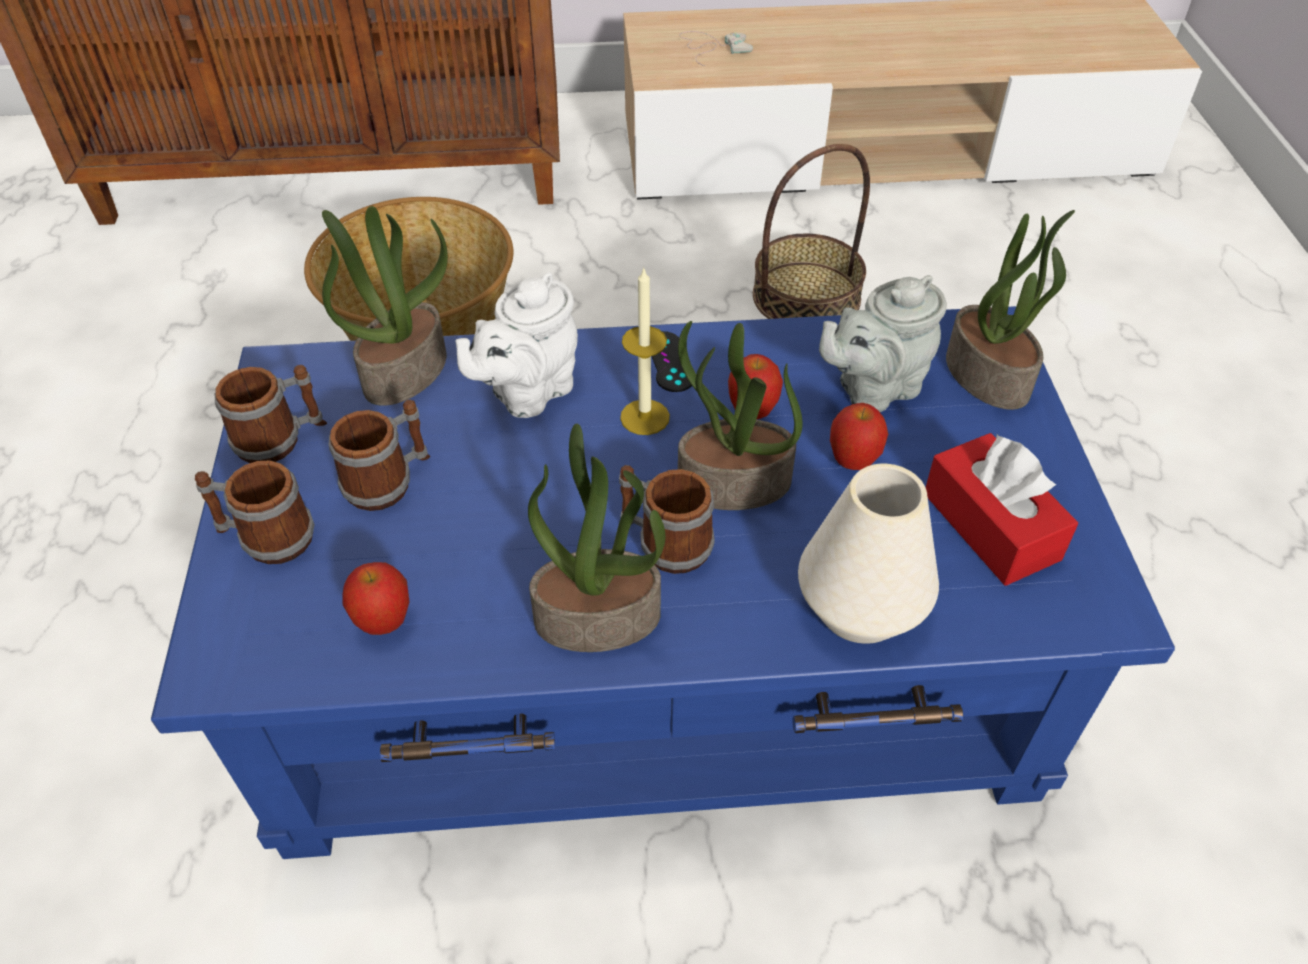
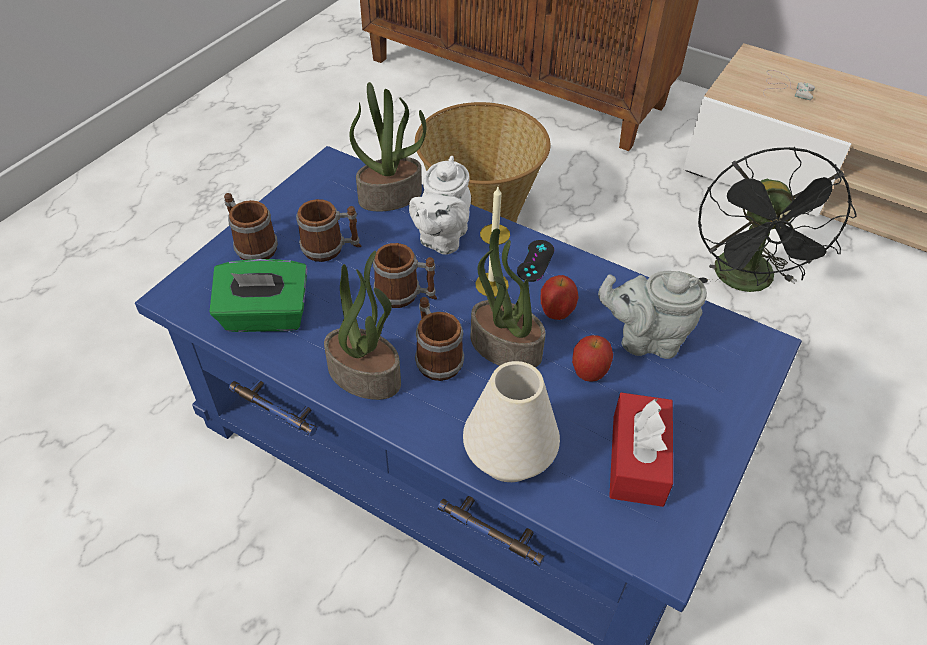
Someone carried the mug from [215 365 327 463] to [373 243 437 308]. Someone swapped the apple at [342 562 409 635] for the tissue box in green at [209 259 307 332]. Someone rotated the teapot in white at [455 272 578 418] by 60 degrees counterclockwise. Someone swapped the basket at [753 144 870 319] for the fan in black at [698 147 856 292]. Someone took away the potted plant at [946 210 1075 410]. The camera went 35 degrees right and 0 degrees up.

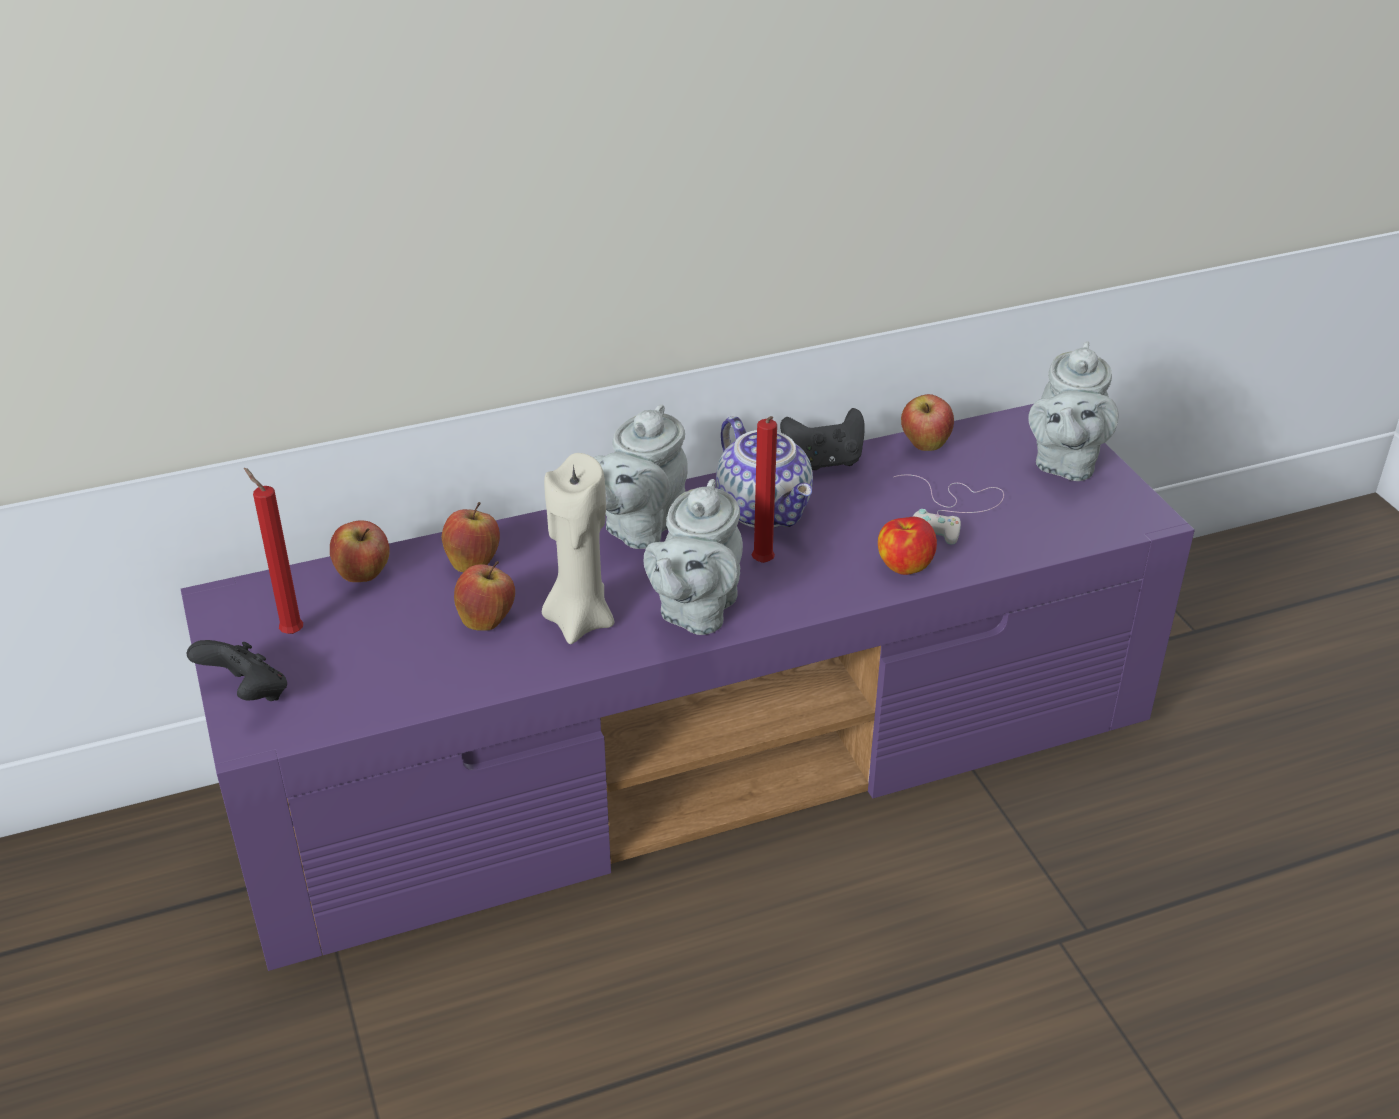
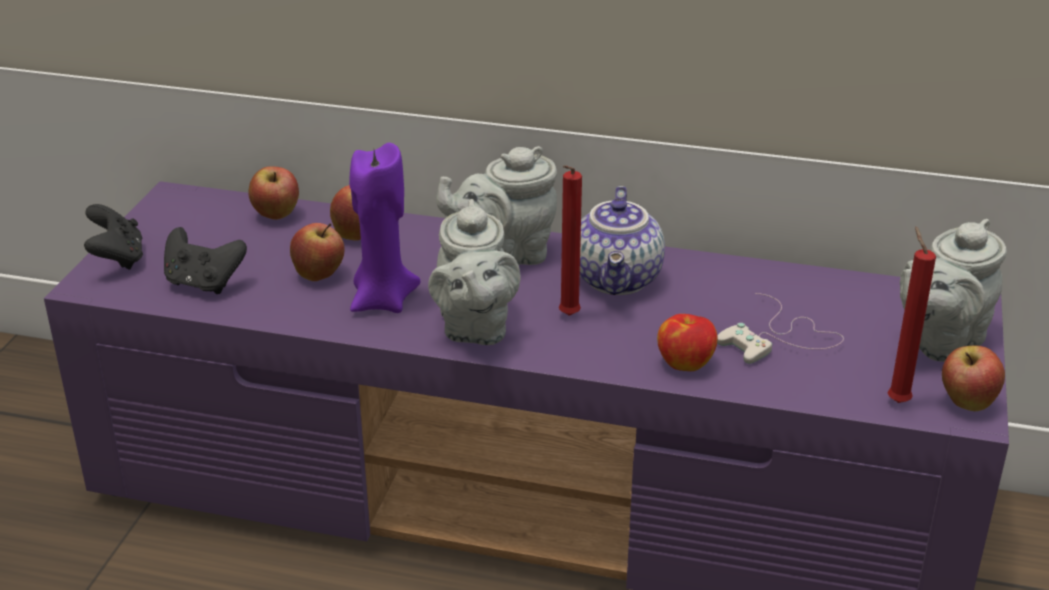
Someone carried the candle in red from [244 468 303 634] to [888 226 936 403]. Someone repainted the candle in beige at [542 453 614 644], which became the candle in purple at [349 143 420 313]. Someone rotated the teapot in grey at [644 479 743 635] by 60 degrees counterclockwise. Someone carried the game controller in black from [780 408 865 470] to [164 227 247 294]. Someone carried the apple from [901 394 954 451] to [942 345 1005 411]. The camera went 35 degrees right and 5 degrees down.

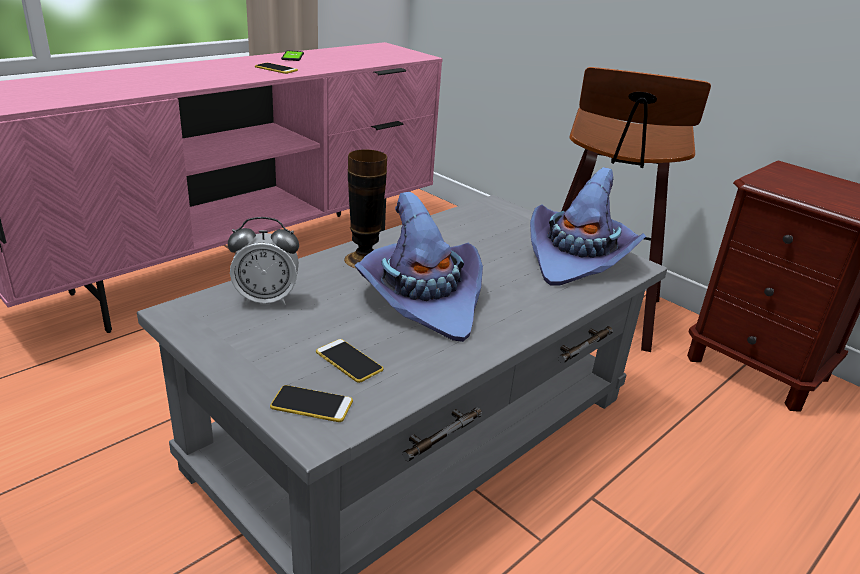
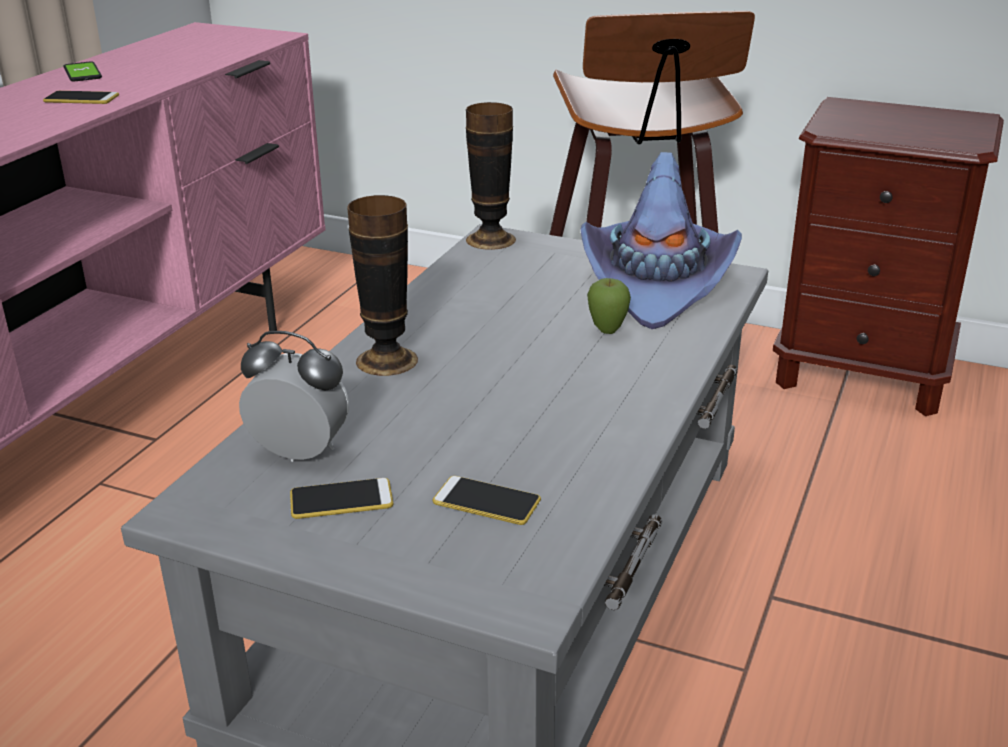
Someone rotated the alarm clock at [228 217 299 305] by 135 degrees counterclockwise. Someone carried the phone from [270 385 353 422] to [290 478 393 519]. Someone took away the hat in purple at [354 192 483 342]. Someone put down the vase at [466 102 516 250]. Someone put down the apple at [587 278 631 334]. The camera went 20 degrees left and 0 degrees up.

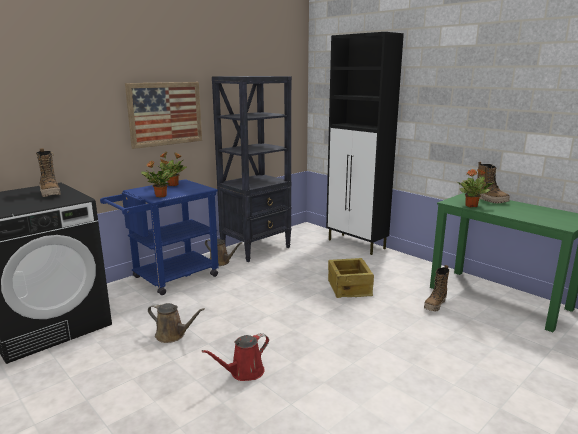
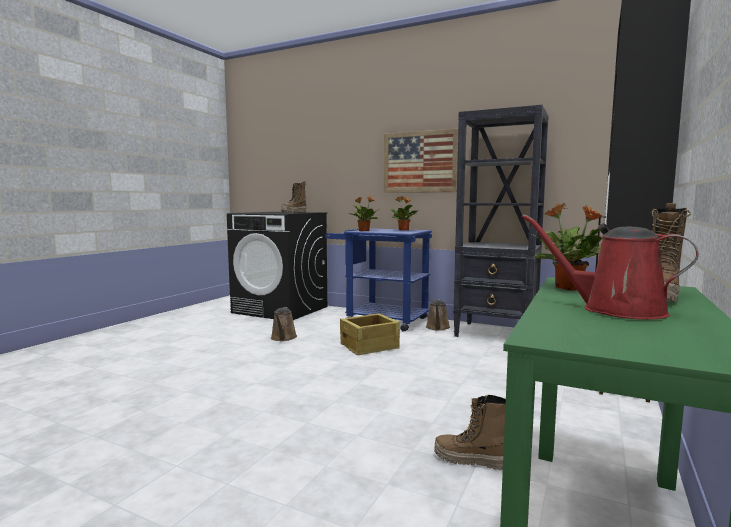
Someone carried the watering can in red from [202 333 269 381] to [522 214 699 319]. Someone carried the crate from [328 258 374 298] to [340 313 400 356]. The camera went 70 degrees right and 10 degrees down.

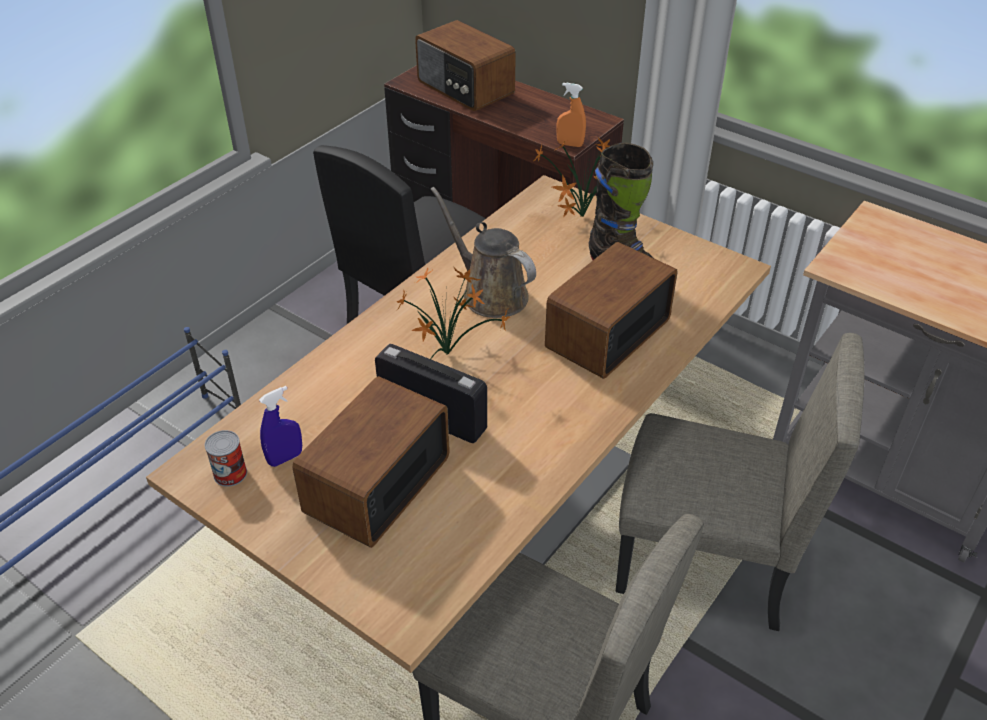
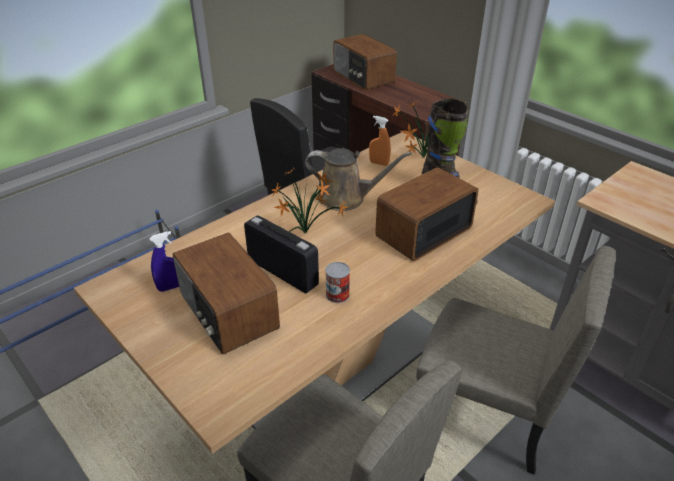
Someone carried the can from [205 430 247 487] to [325 262 350 303]. Someone rotated the radio at [292 376 450 548] by 75 degrees counterclockwise. Someone rotated the watering can in brown at [430 187 536 318] by 135 degrees clockwise. Someone carried the spray bottle in orange from [556 83 586 147] to [369 116 391 166]. The camera went 10 degrees right and 5 degrees down.

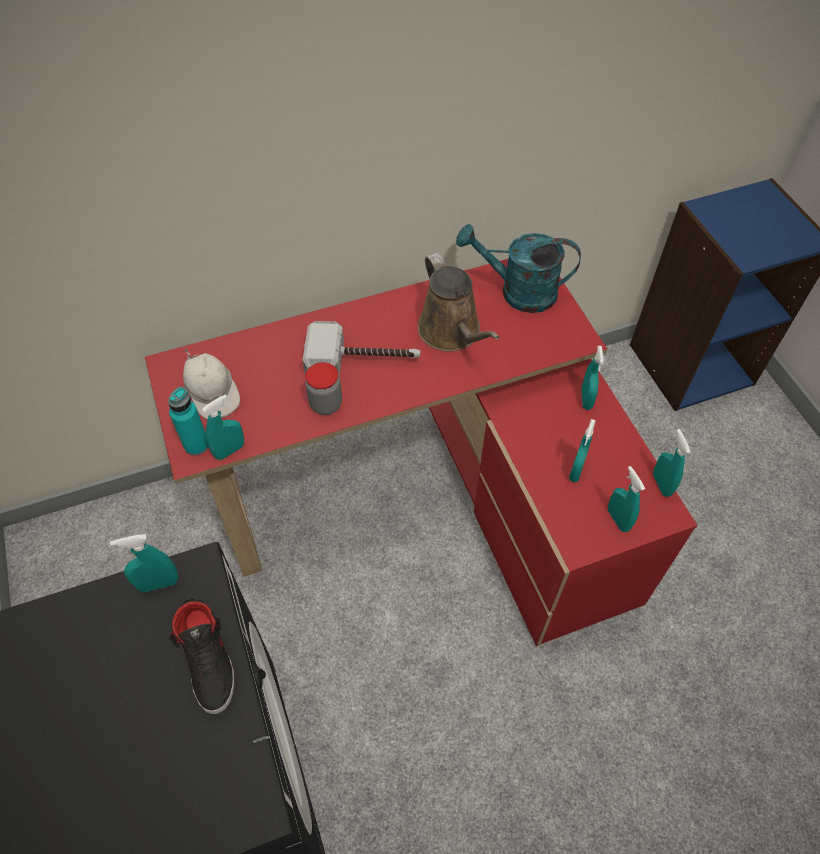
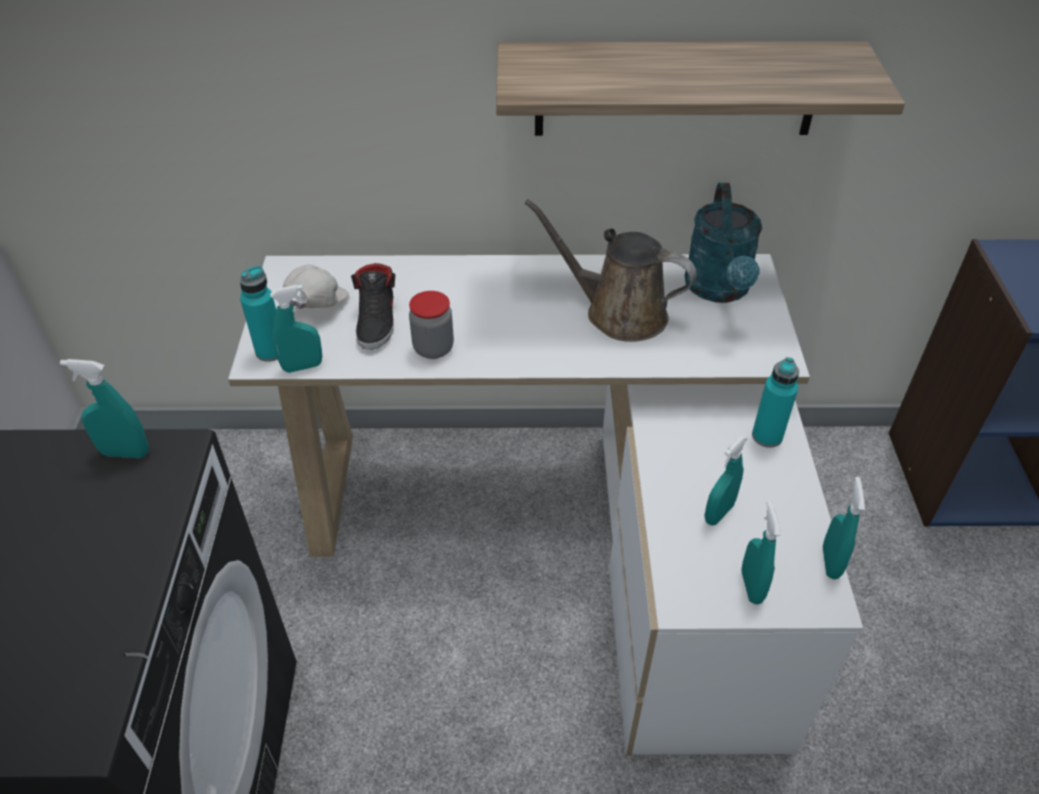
Someone repainted the desk in red at [145 259 698 647], which became the desk in white at [228 254 863 756]. Someone carried the shoe in black from [169 599 235 714] to [351 263 395 350]. Someone rotated the cap in white at [183 348 240 420] by 150 degrees counterclockwise. Someone took away the hammer at [303 321 420 375]. Someone rotated the watering can in brown at [418 253 499 352] by 120 degrees clockwise. Someone rotated the watering can in turquoise at [456 224 581 313] by 120 degrees counterclockwise. Someone swapped the spray bottle in turquoise at [581 346 604 410] for the bottle in turquoise at [752 357 799 448]. Someone put up the shelf at [496 41 905 136]. The camera went 20 degrees right and 10 degrees down.

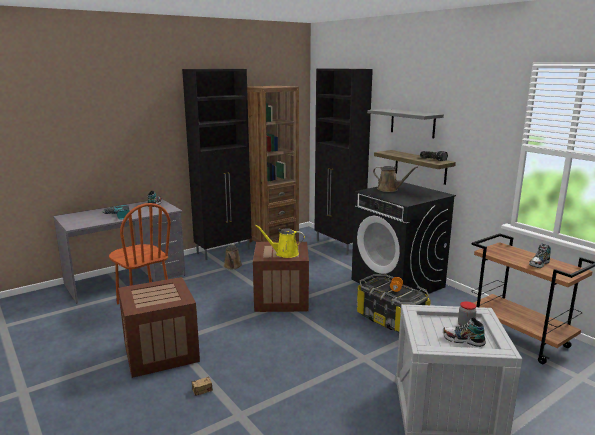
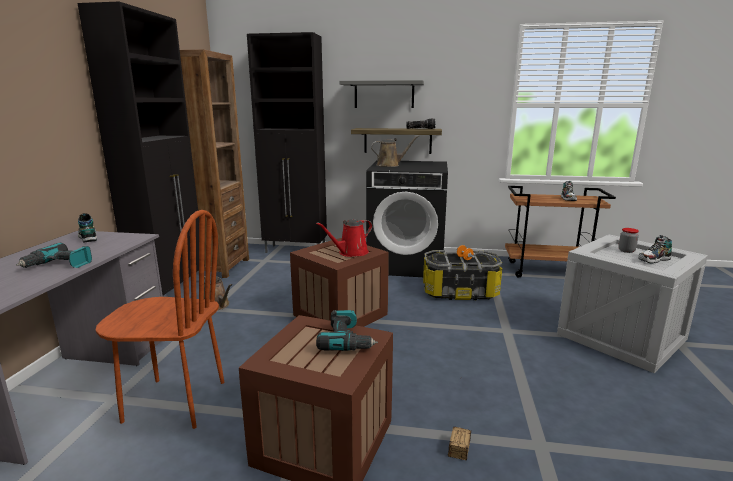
Someone repainted the watering can in yellow at [255 225 305 258], which became the watering can in red at [316 219 372 257]. Someone put down the power drill at [316 310 378 351]. The camera went 45 degrees left and 0 degrees up.

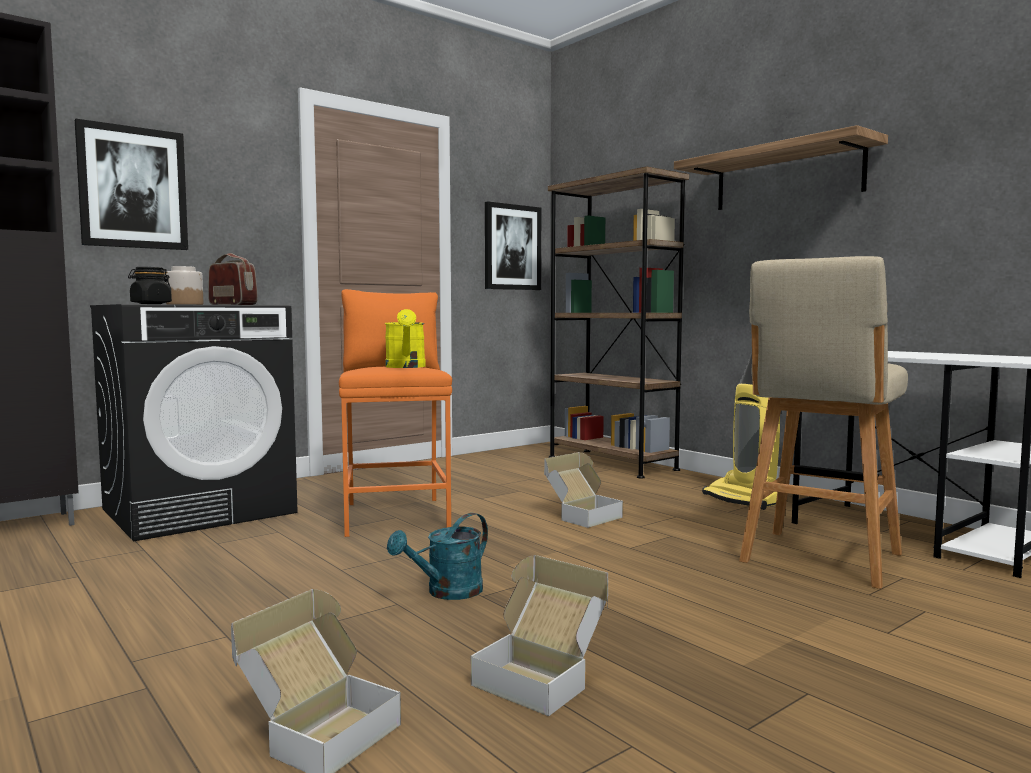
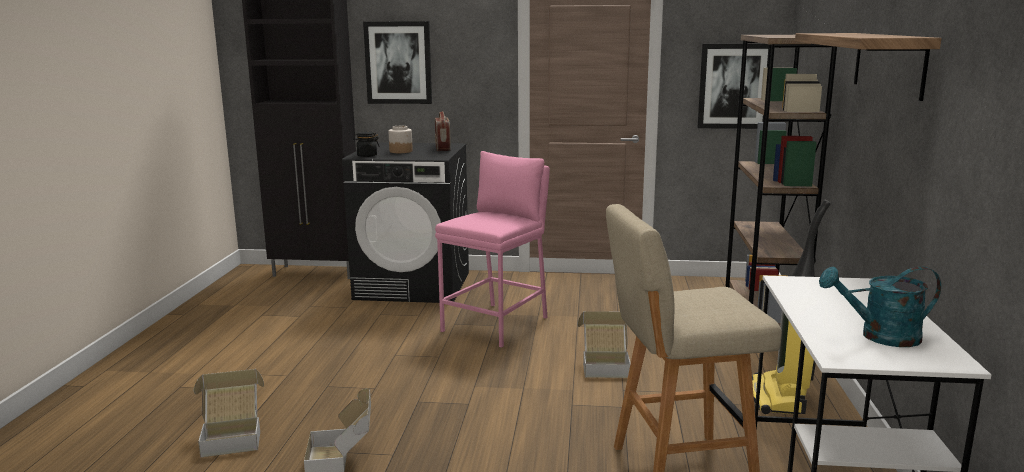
Someone repainted the stool in orange at [339 289 452 537], which became the stool in pink at [435 151 550 348]. Someone took away the watering can in yellow at [385 309 426 368]. Someone carried the watering can in turquoise from [387 513 488 600] to [819 267 941 347]. The camera went 45 degrees right and 10 degrees up.

